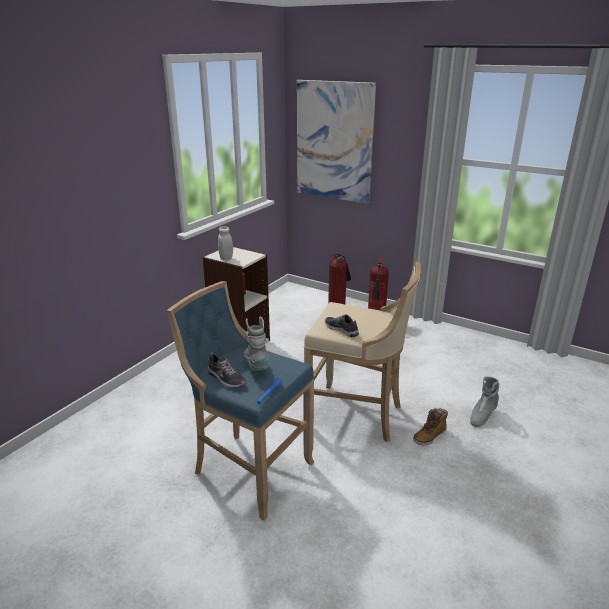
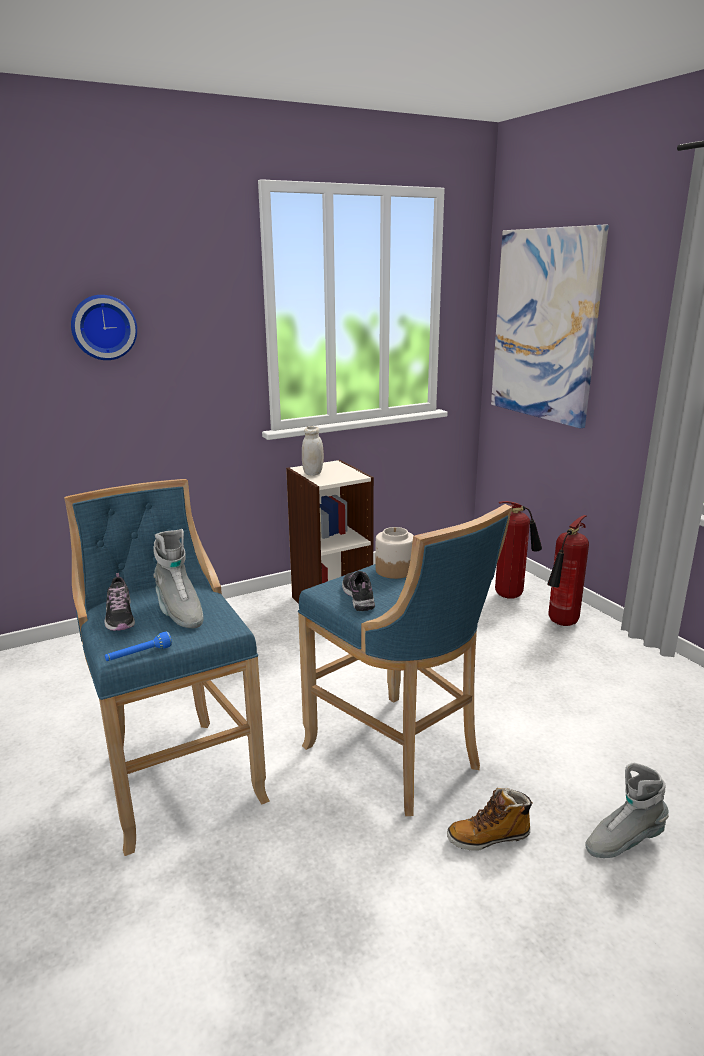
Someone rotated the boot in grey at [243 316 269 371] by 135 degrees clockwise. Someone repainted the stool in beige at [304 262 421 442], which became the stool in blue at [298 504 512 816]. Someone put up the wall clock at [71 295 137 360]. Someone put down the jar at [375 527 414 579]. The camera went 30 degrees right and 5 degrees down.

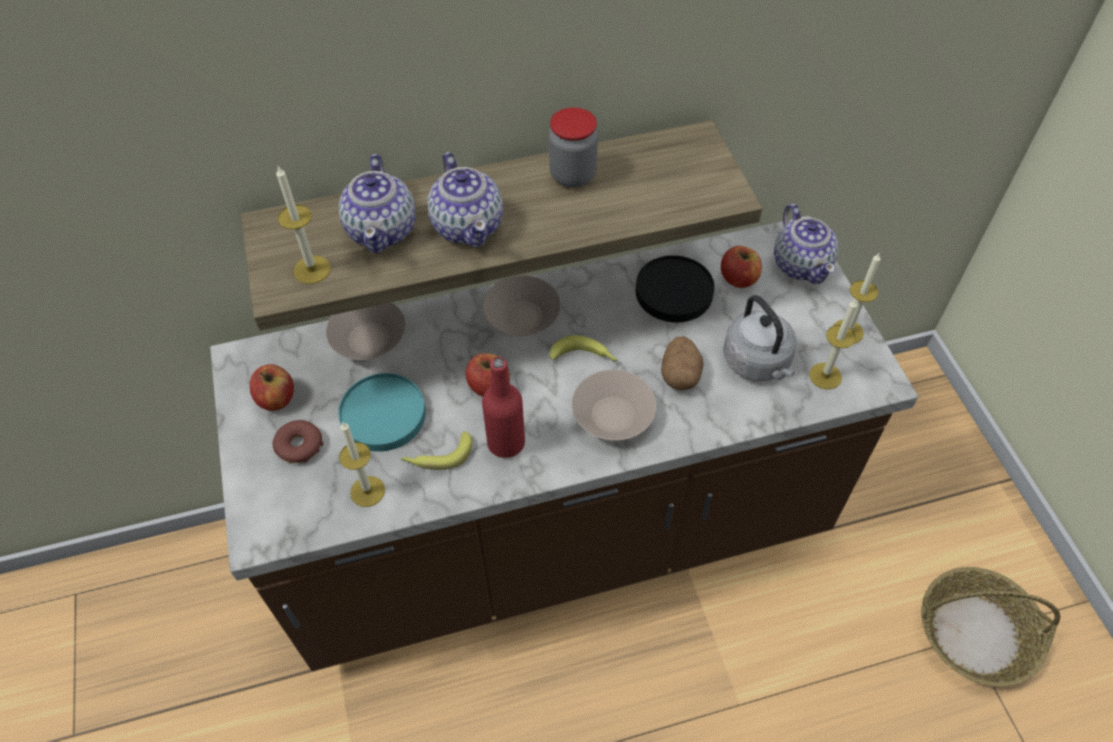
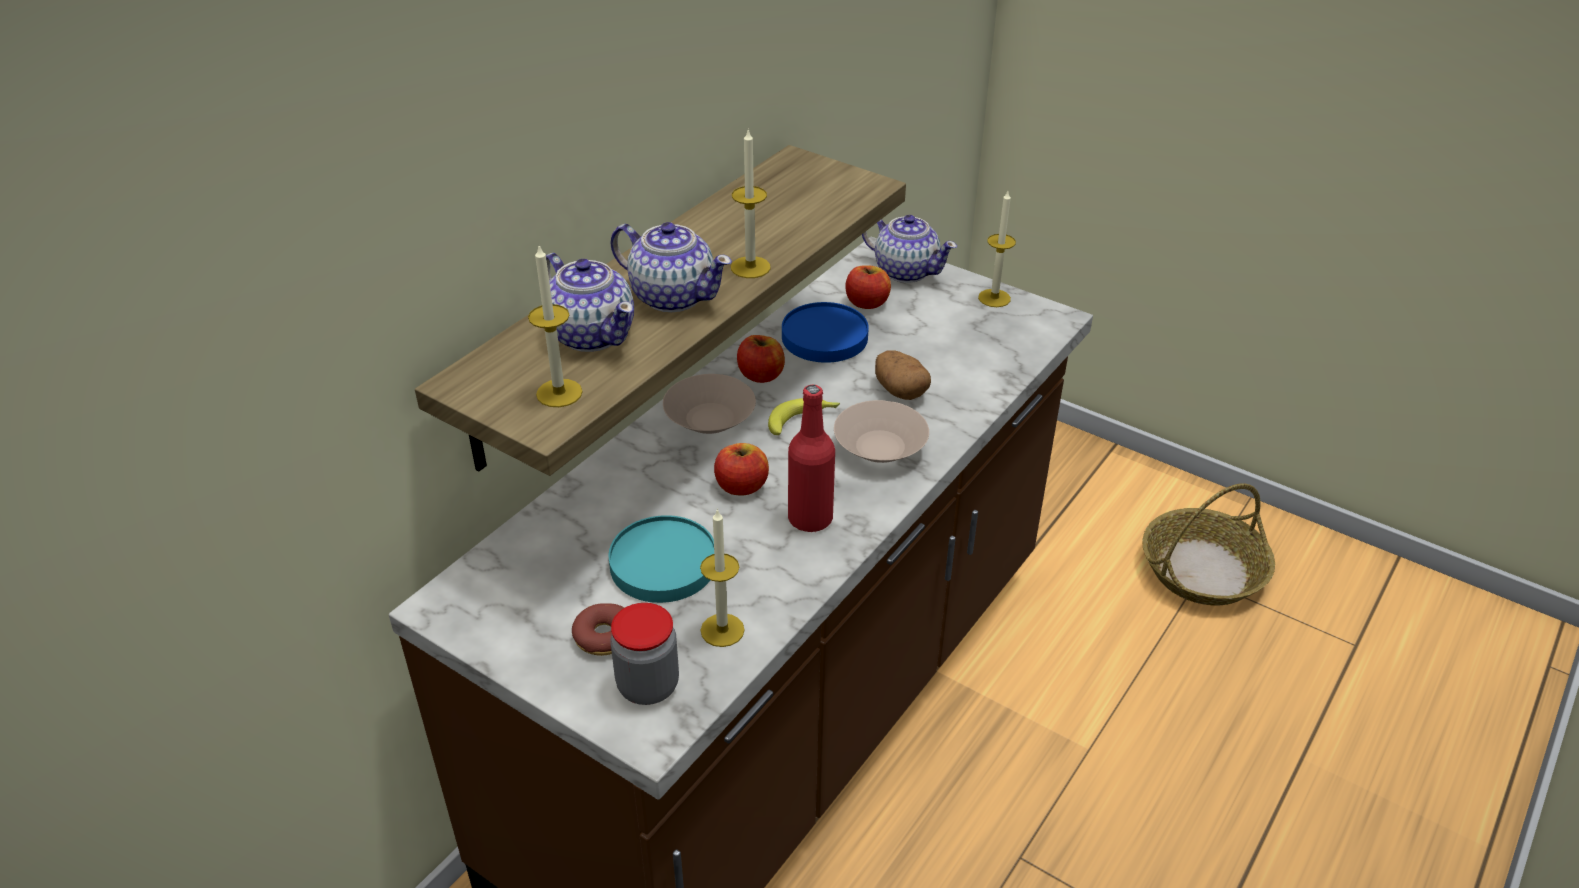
Someone carried the apple from [250 364 294 411] to [737 335 785 383]. Someone took away the bowl in beige at [326 302 406 360]. Someone took away the banana at [400 431 472 470]. Someone carried the jar from [549 107 598 187] to [611 603 679 705]. Someone repainted the plate in black at [636 255 714 322], which became the plate in blue at [782 302 869 363]. Someone took away the kettle in grey at [723 295 797 381]. Someone carried the candle from [809 300 857 390] to [731 128 770 278]. The camera went 40 degrees left and 15 degrees down.

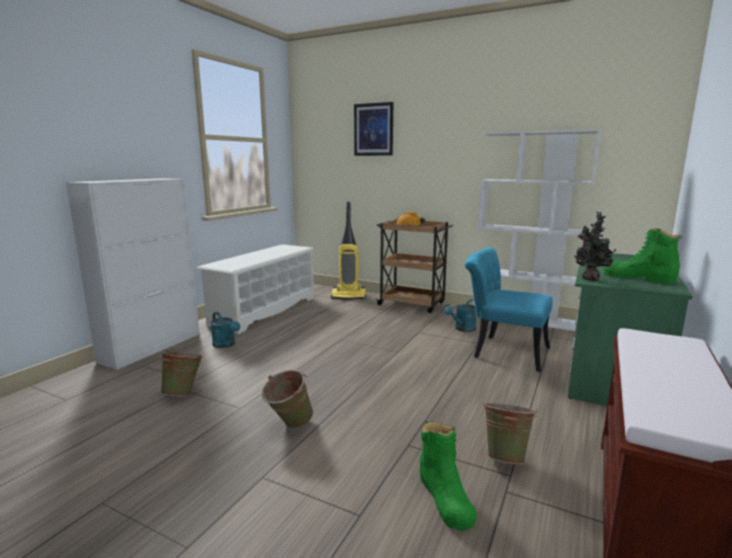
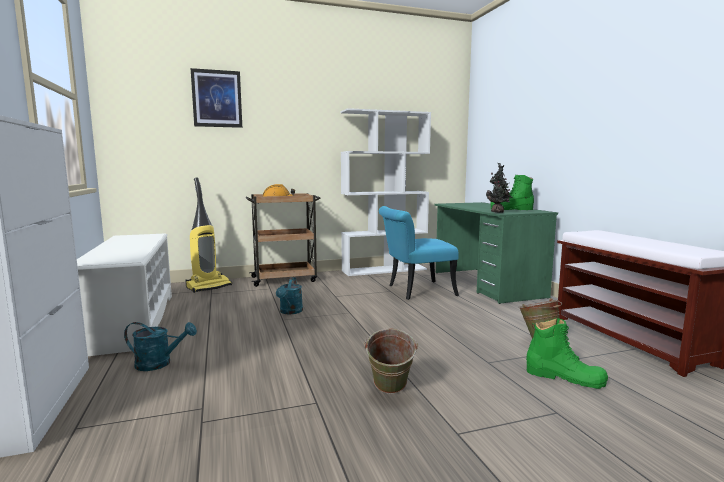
Someone took away the bucket in green at [159 349 203 396]. Someone carried the watering can in turquoise from [444 299 476 332] to [276 277 303 314]. The camera went 45 degrees left and 5 degrees down.

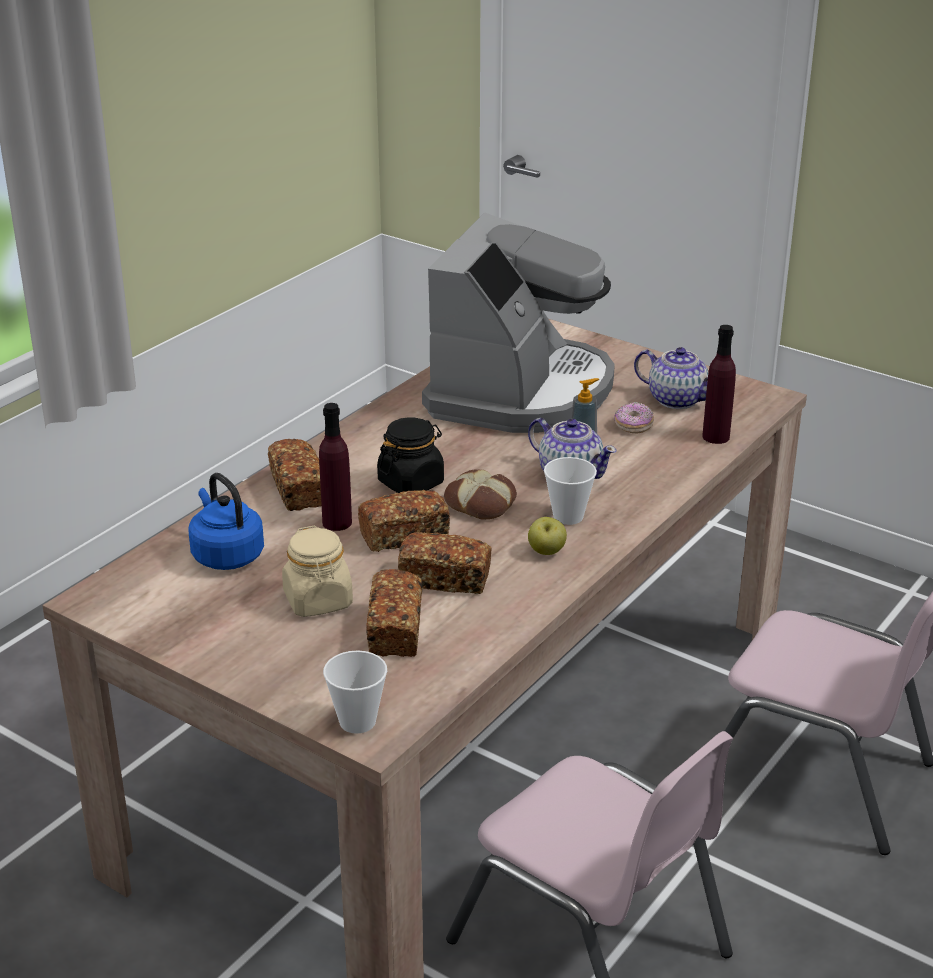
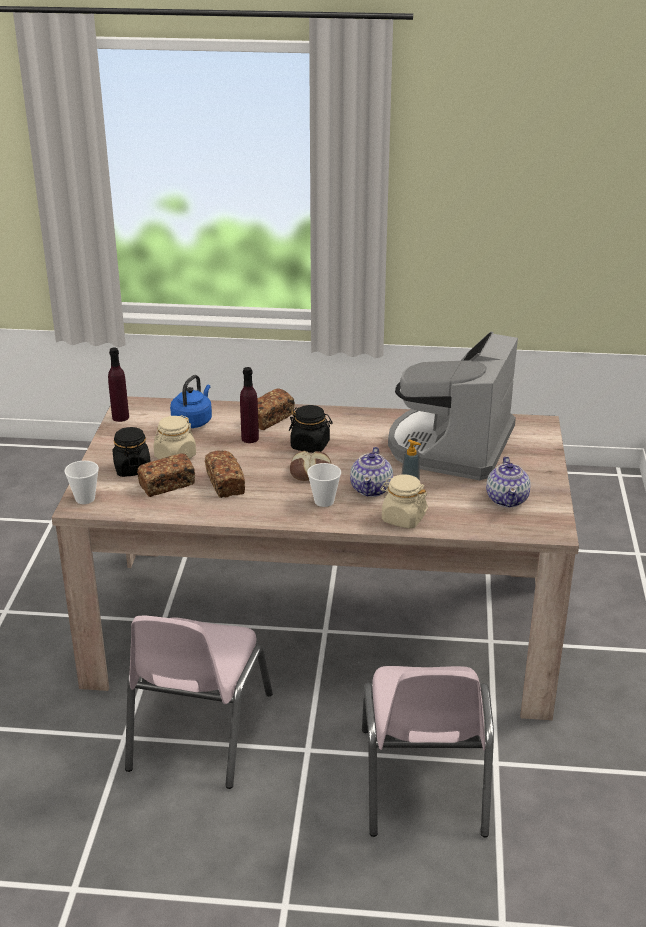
Someone took away the bread at [358 490 450 552]. Someone rotated the coffee machine at [422 213 615 433] by 120 degrees clockwise. Someone took away the apple at [528 517 567 555]. Someone took away the donut at [614 402 654 434]. Someone carried the bottle in purple from [702 325 736 444] to [108 348 129 422]. Someone put down the jar in black at [113 427 151 477]. Someone put down the jar in beige at [380 474 428 529]. The camera went 60 degrees right and 0 degrees up.

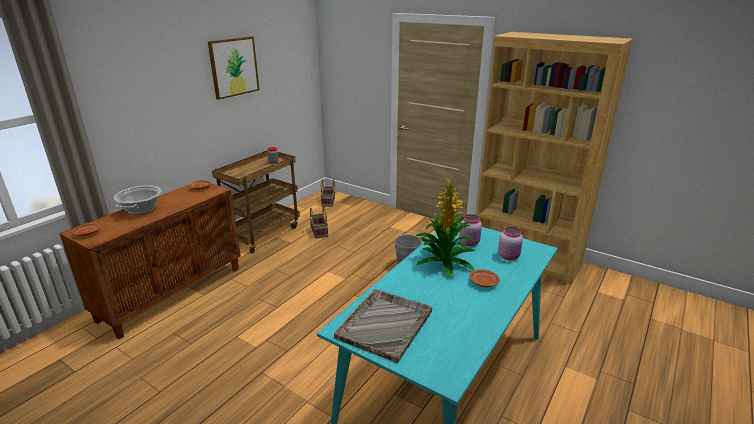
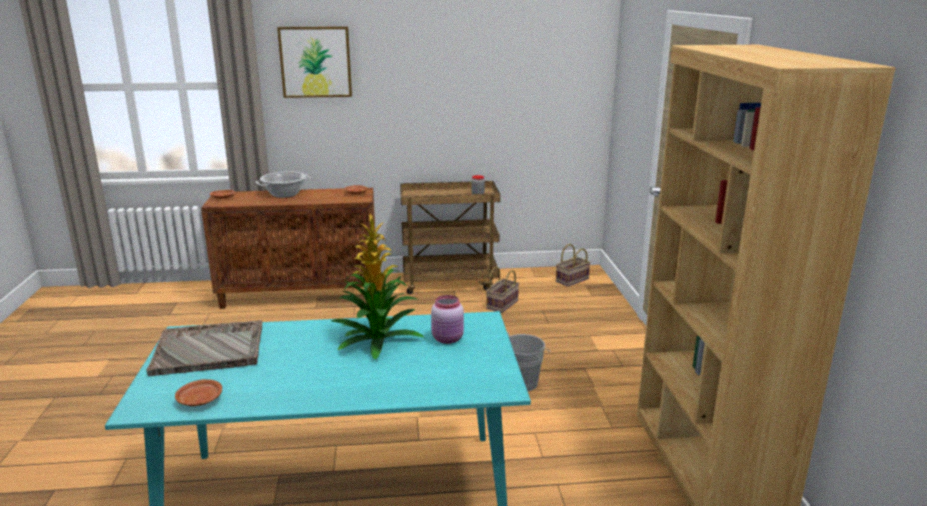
Someone carried the picture from [208 36 259 100] to [277 26 352 98]. Someone carried the plate in brown from [470 269 500 287] to [175 379 222 406]. Someone took away the jar in pink at [498 227 523 260]. The camera went 50 degrees right and 5 degrees down.

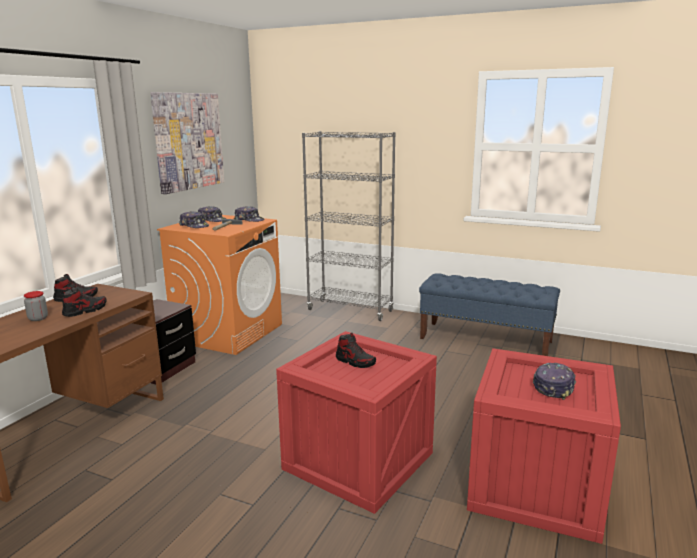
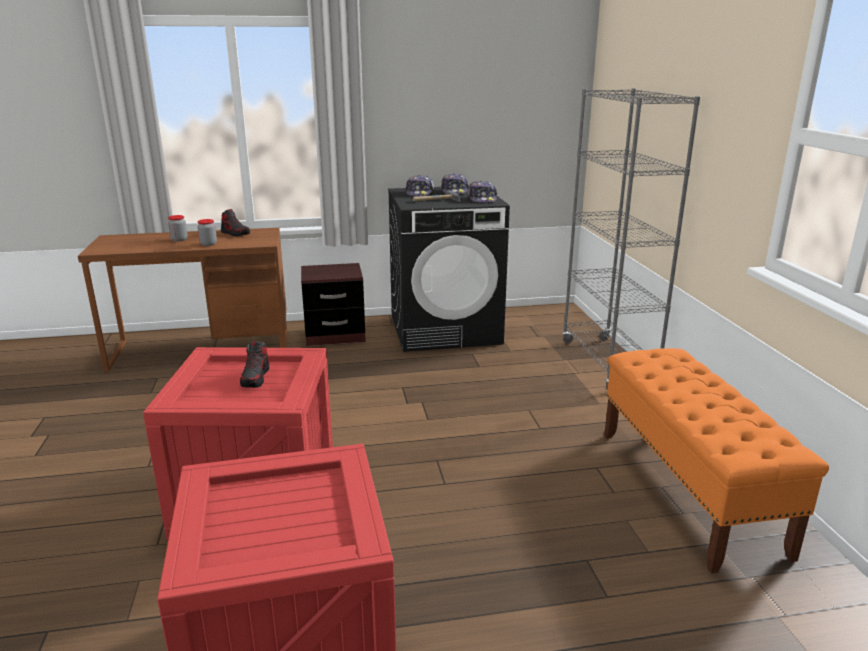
Someone swapped the shoe at [62 286 107 317] for the jar at [197 219 217 246]. Someone took away the picture at [150 92 224 194]. Someone repainted the washing machine in orange at [157 215 282 355], which became the washing machine in black at [388 187 510 352]. Someone repainted the bench in blue at [419 273 560 356], which became the bench in orange at [604 348 829 573]. Someone took away the cap at [533 363 576 400]. The camera went 55 degrees right and 5 degrees up.

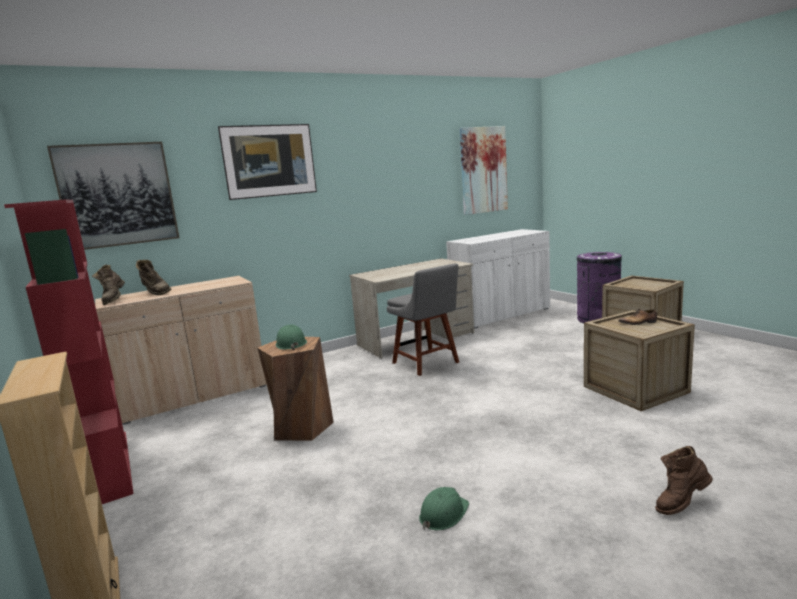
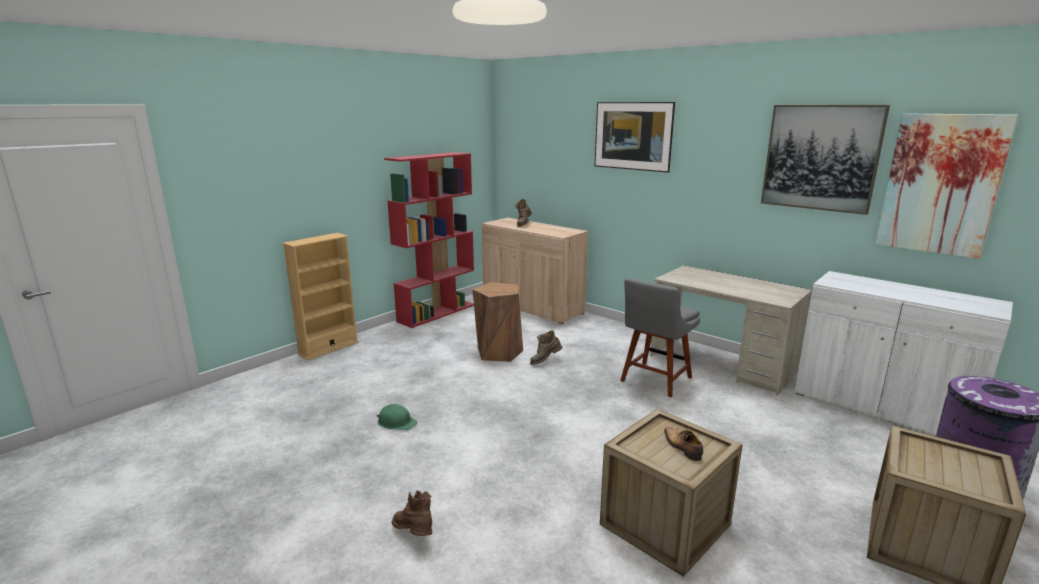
Someone carried the picture from [47 142 179 250] to [761 105 890 215]. Someone carried the boot in brown from [92 264 125 305] to [530 330 563 365]. Someone took away the hard hat in green at [276 324 307 350]. The camera went 70 degrees right and 5 degrees up.

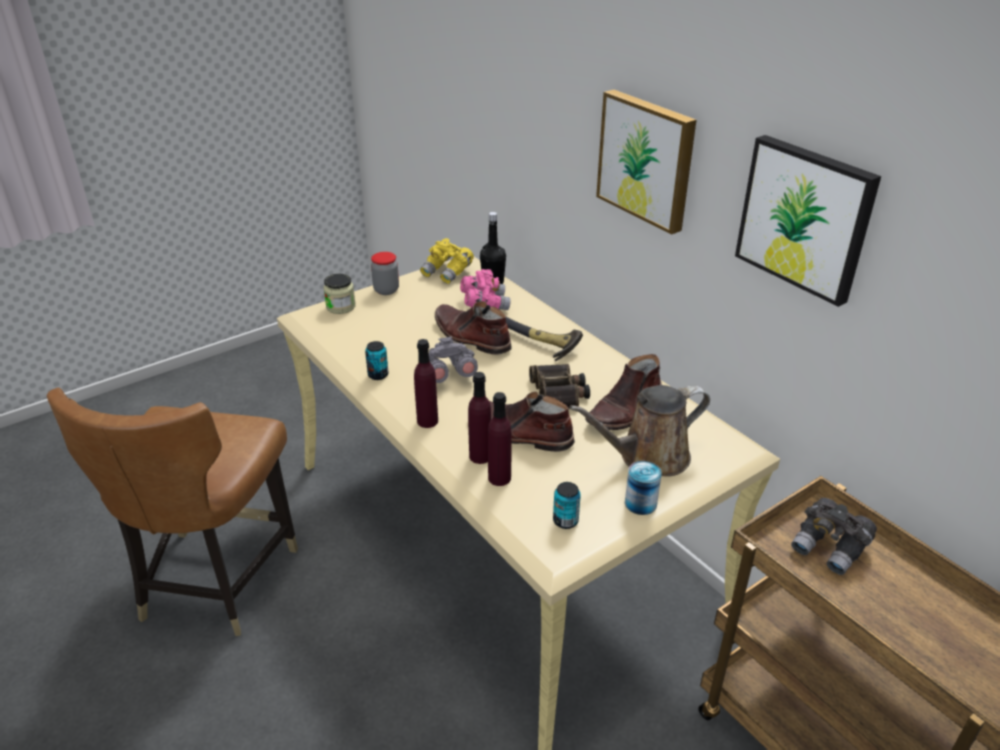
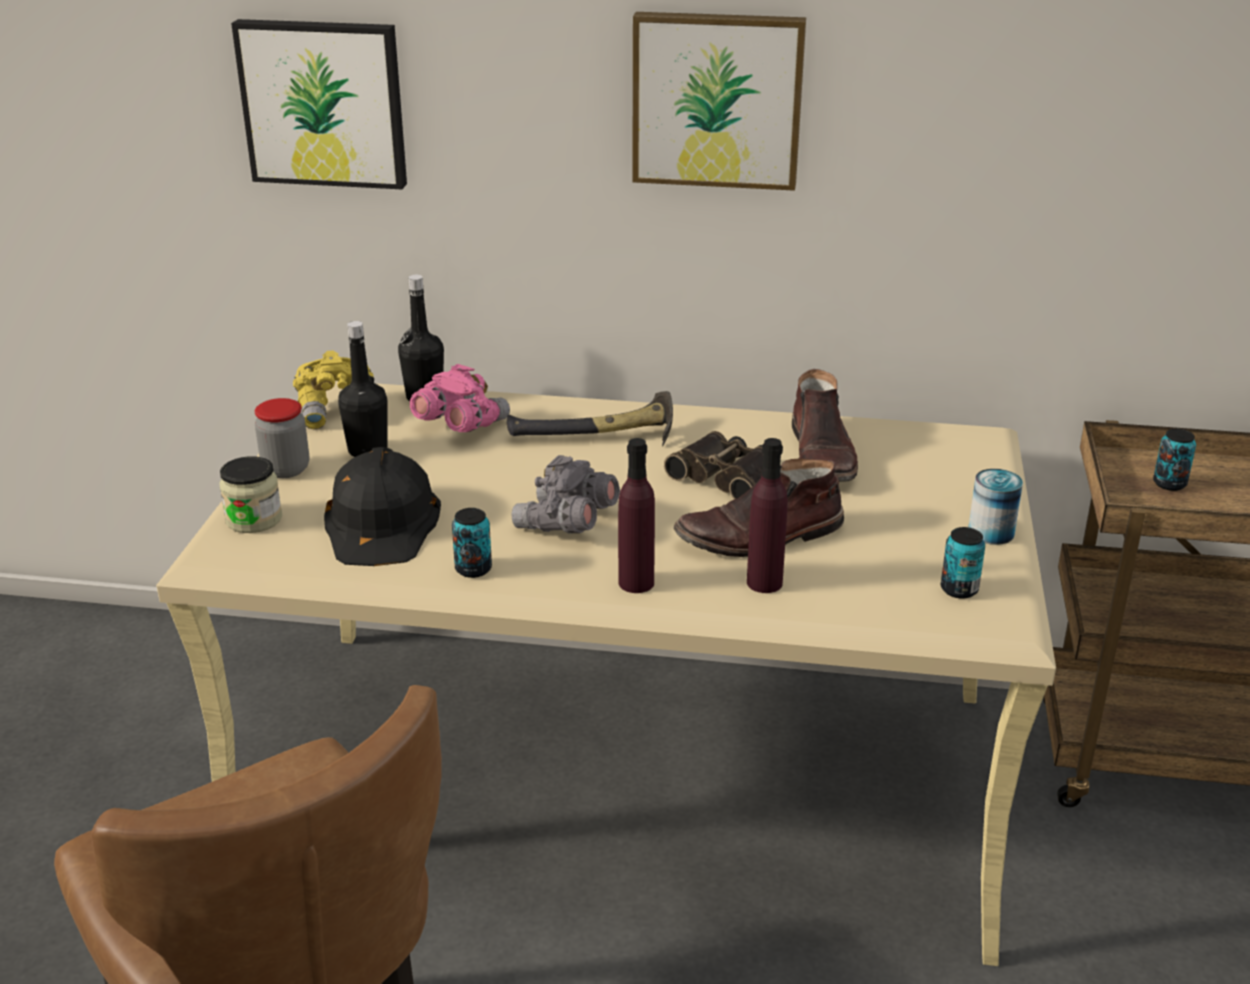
Someone took away the boot in brown at [435 301 512 355]. Someone took away the bottle in purple at [488 392 512 486]. Someone took away the watering can in brown at [570 385 710 477]. Someone carried the picture from [735 135 881 307] to [231 19 407 189]. Someone swapped the binoculars in grey at [791 498 877 575] for the can at [1153 429 1196 491]. Someone put down the hard hat in black at [324 447 441 566]. Someone put down the bottle in black at [338 321 387 457]. The camera went 45 degrees left and 5 degrees down.

